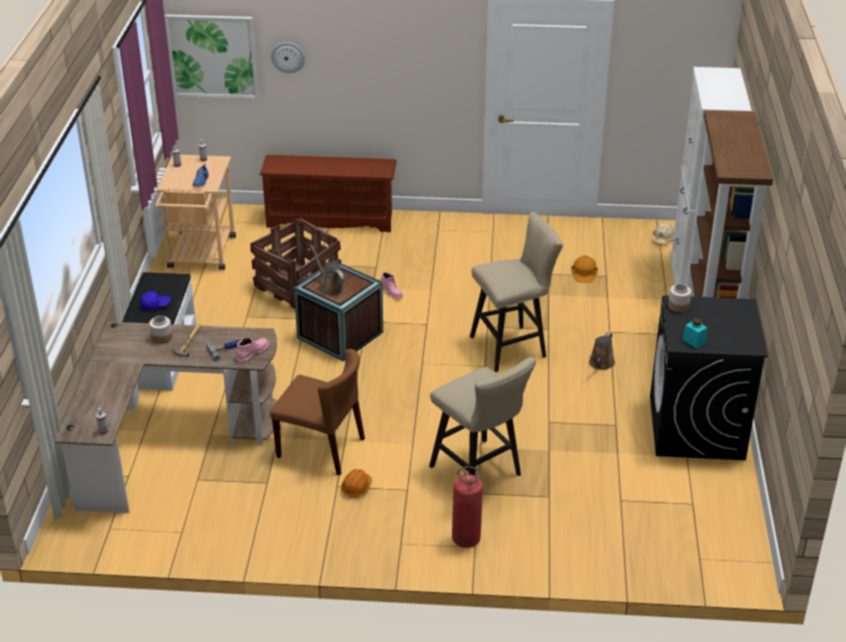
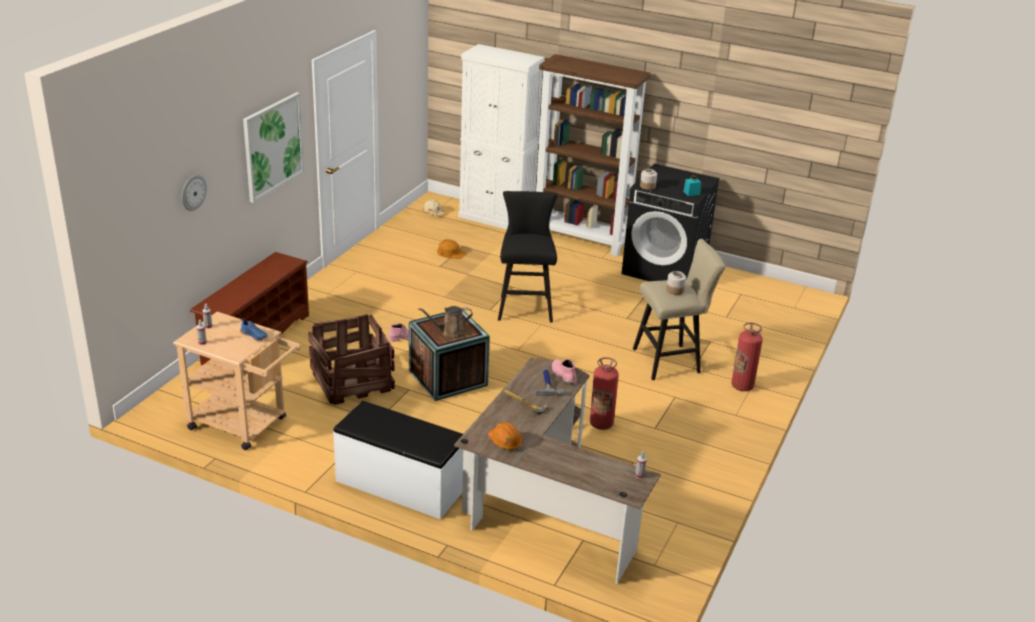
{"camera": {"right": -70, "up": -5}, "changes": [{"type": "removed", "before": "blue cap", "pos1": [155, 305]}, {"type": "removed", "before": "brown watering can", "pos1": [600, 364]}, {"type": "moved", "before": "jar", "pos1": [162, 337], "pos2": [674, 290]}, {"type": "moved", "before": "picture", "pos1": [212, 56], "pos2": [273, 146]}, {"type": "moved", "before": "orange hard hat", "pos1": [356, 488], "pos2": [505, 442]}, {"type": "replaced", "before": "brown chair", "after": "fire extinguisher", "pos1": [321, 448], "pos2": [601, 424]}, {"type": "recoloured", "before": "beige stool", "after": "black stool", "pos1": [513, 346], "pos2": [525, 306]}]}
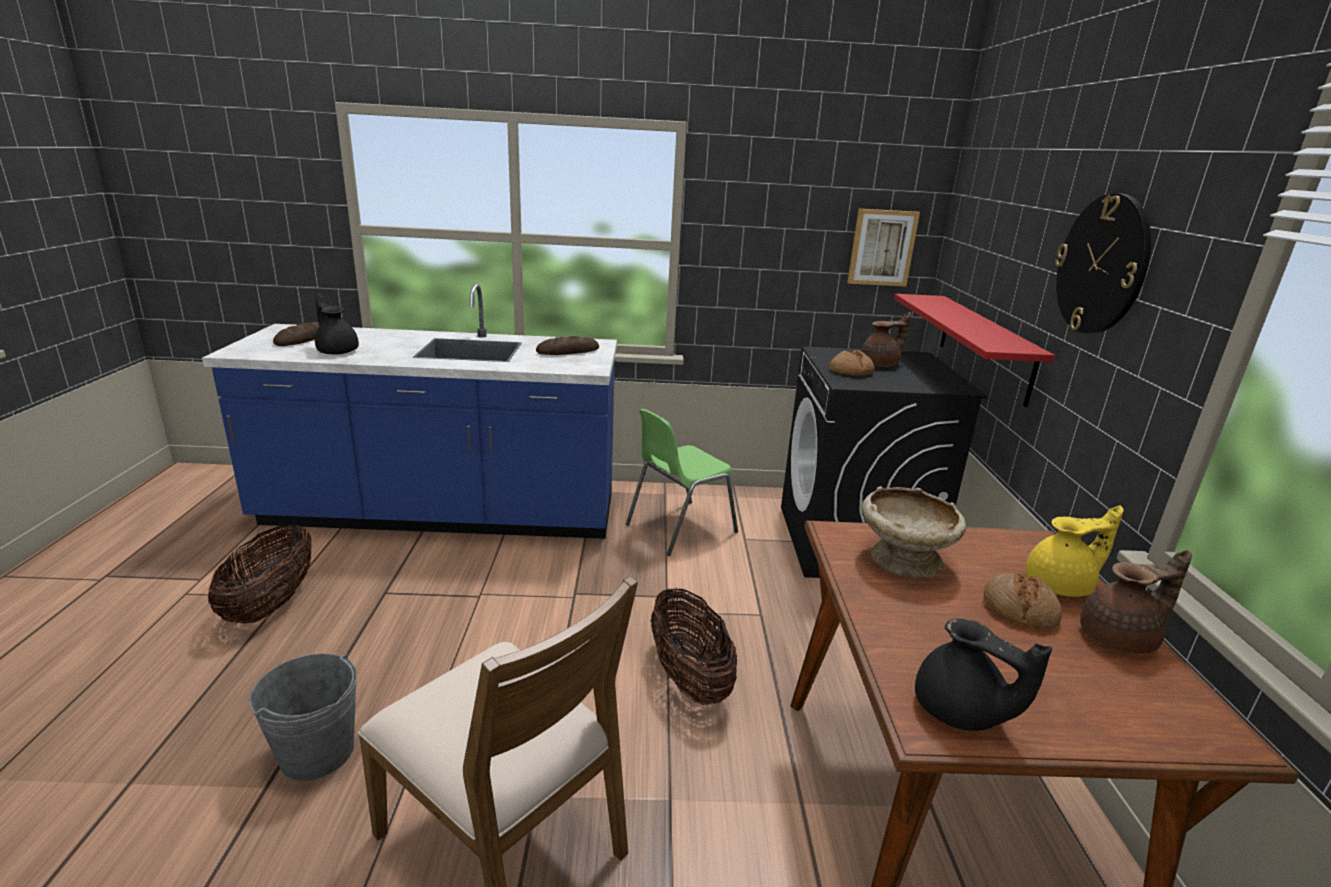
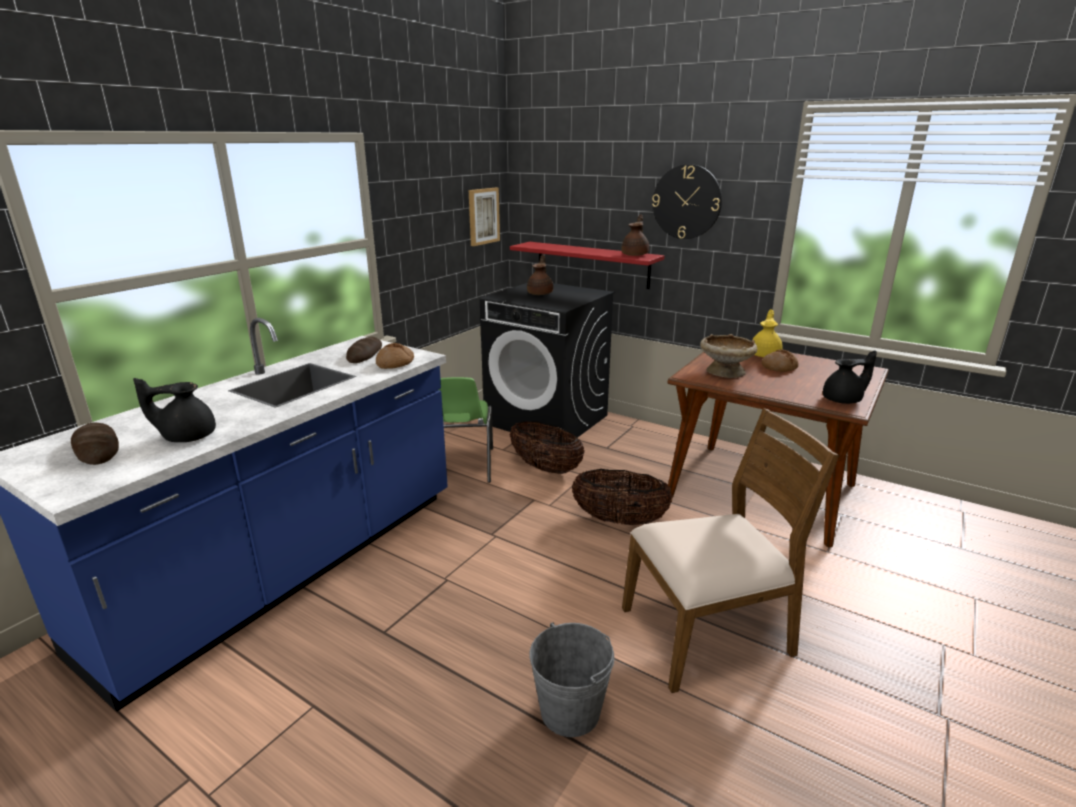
{"camera": {"right": -55, "up": 0}, "changes": [{"type": "moved", "before": "basket", "pos1": [271, 604], "pos2": [545, 468]}, {"type": "moved", "before": "bread", "pos1": [851, 372], "pos2": [395, 363]}, {"type": "moved", "before": "brown teapot", "pos1": [1120, 638], "pos2": [635, 255]}]}
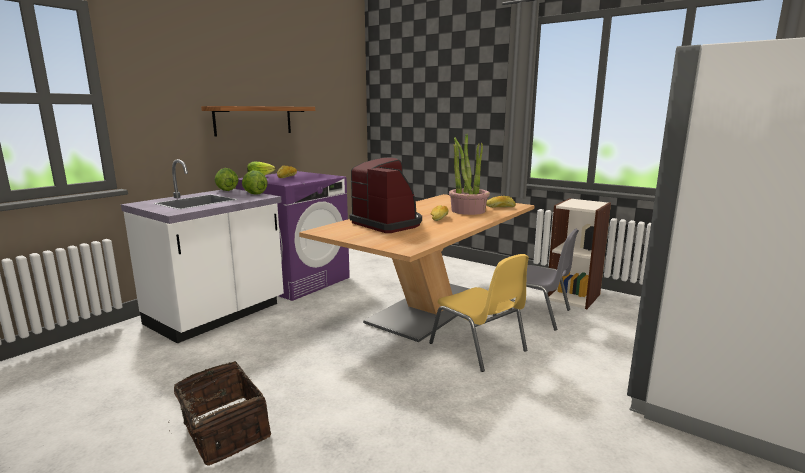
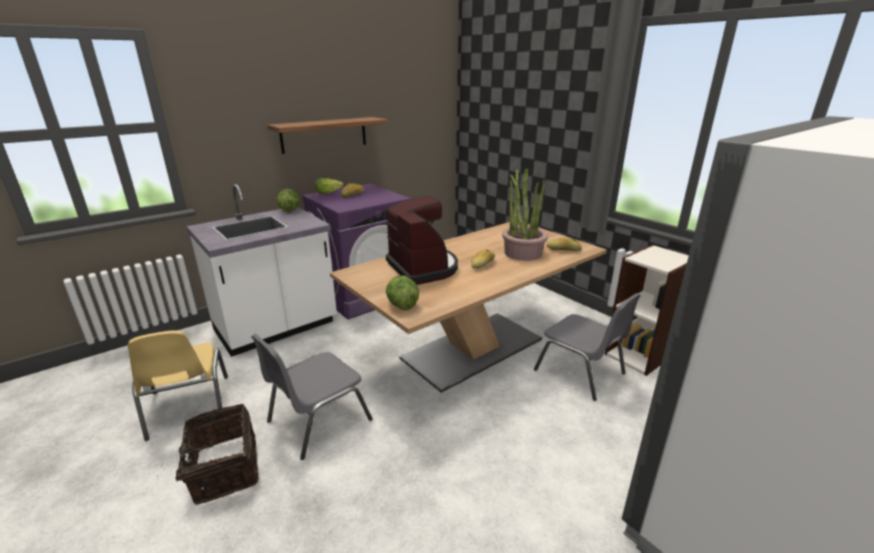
{"camera": {"right": 15, "up": 10}, "changes": [{"type": "added", "after": "grey chair", "pos2": [317, 421]}, {"type": "moved", "before": "lettuce", "pos1": [254, 194], "pos2": [401, 305]}, {"type": "moved", "before": "yellow chair", "pos1": [479, 347], "pos2": [188, 408]}]}
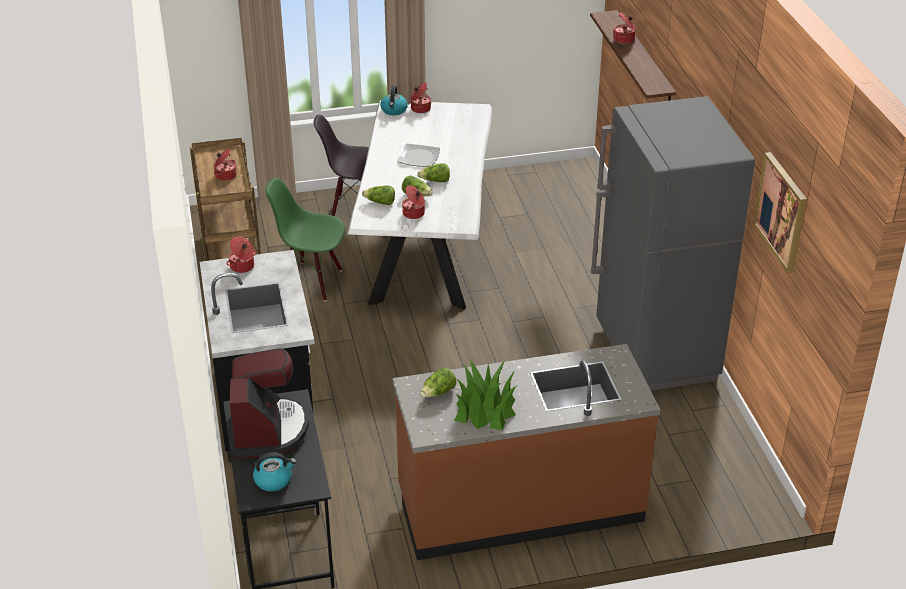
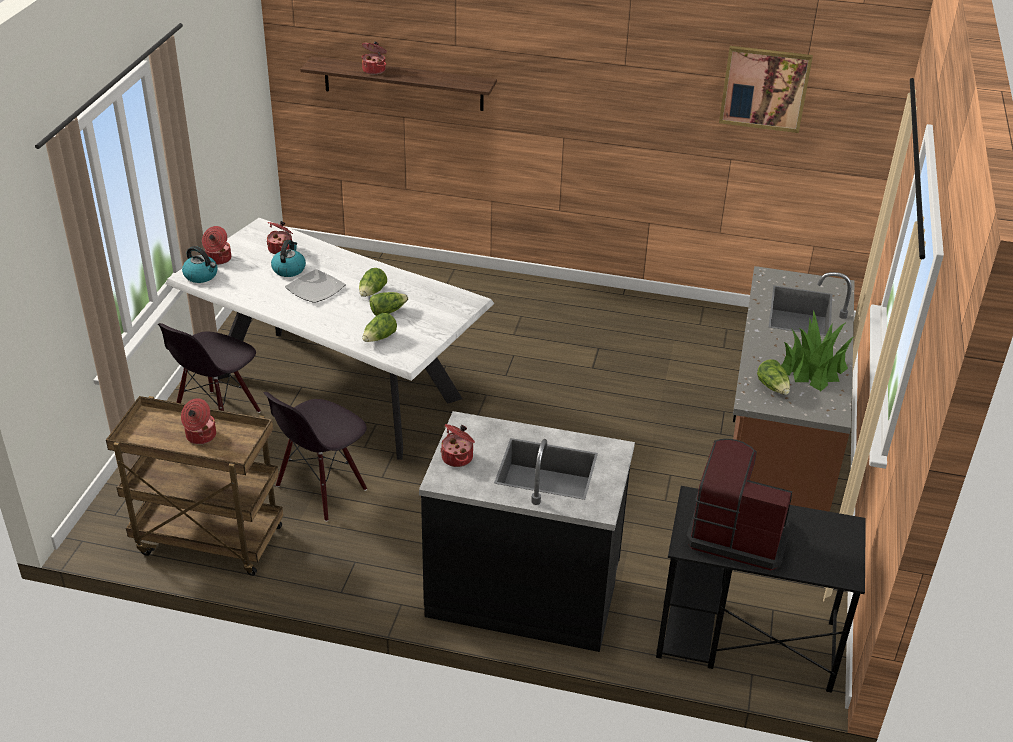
{"camera": {"right": -65, "up": 0}, "changes": [{"type": "removed", "before": "grey fridge", "pos1": [656, 353]}, {"type": "moved", "before": "kettle", "pos1": [274, 480], "pos2": [289, 269]}, {"type": "moved", "before": "cooking pot", "pos1": [414, 213], "pos2": [281, 249]}, {"type": "recoloured", "before": "green chair", "after": "black chair", "pos1": [311, 282], "pos2": [321, 489]}]}
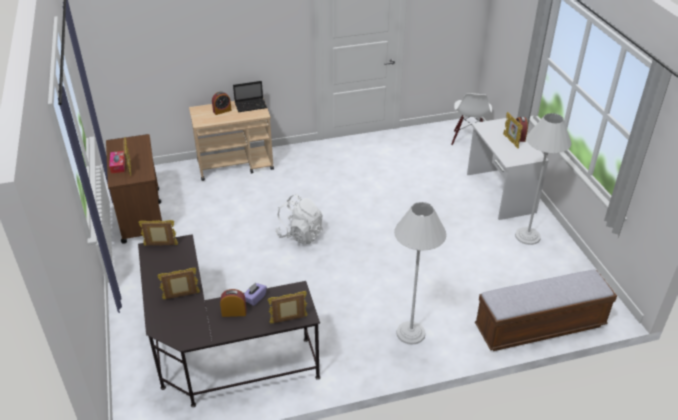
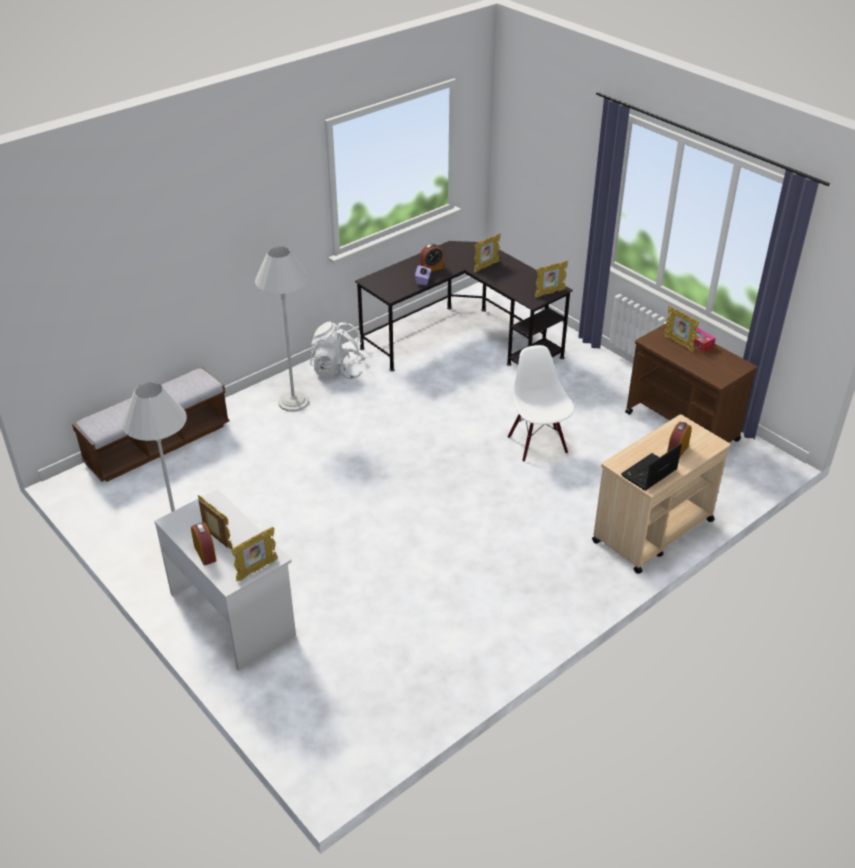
{"camera": {"right": 155, "up": 0}, "changes": [{"type": "moved", "before": "picture frame", "pos1": [288, 320], "pos2": [257, 570]}, {"type": "moved", "before": "white backpack", "pos1": [300, 234], "pos2": [338, 370]}, {"type": "moved", "before": "white chair", "pos1": [468, 139], "pos2": [538, 444]}]}
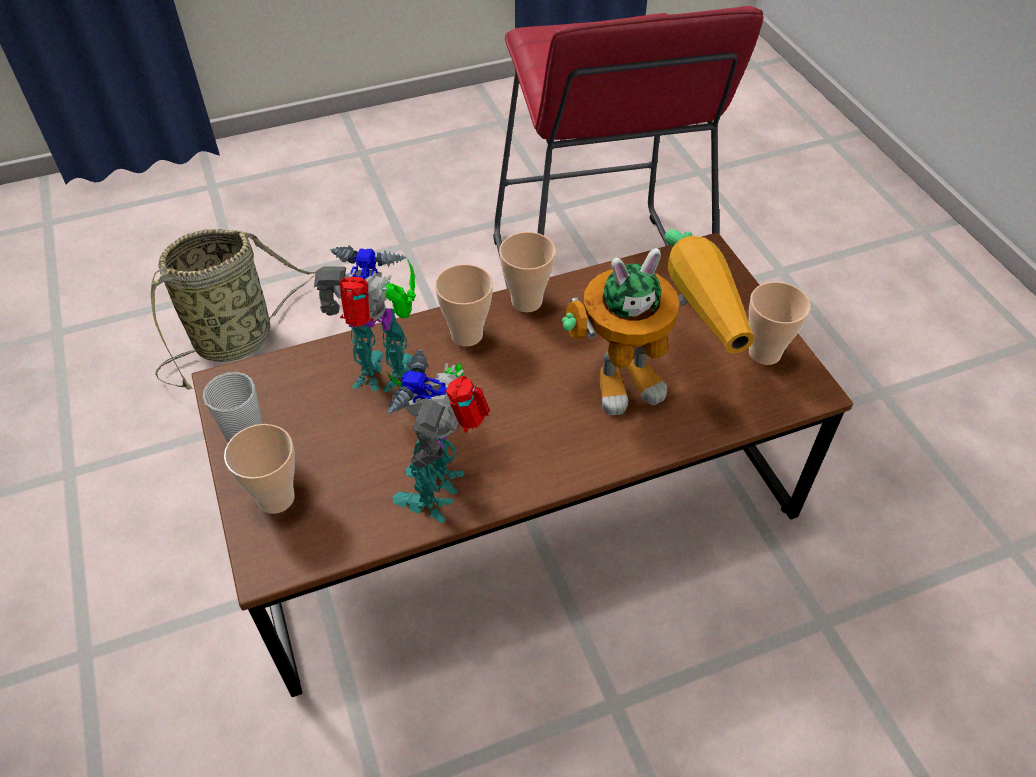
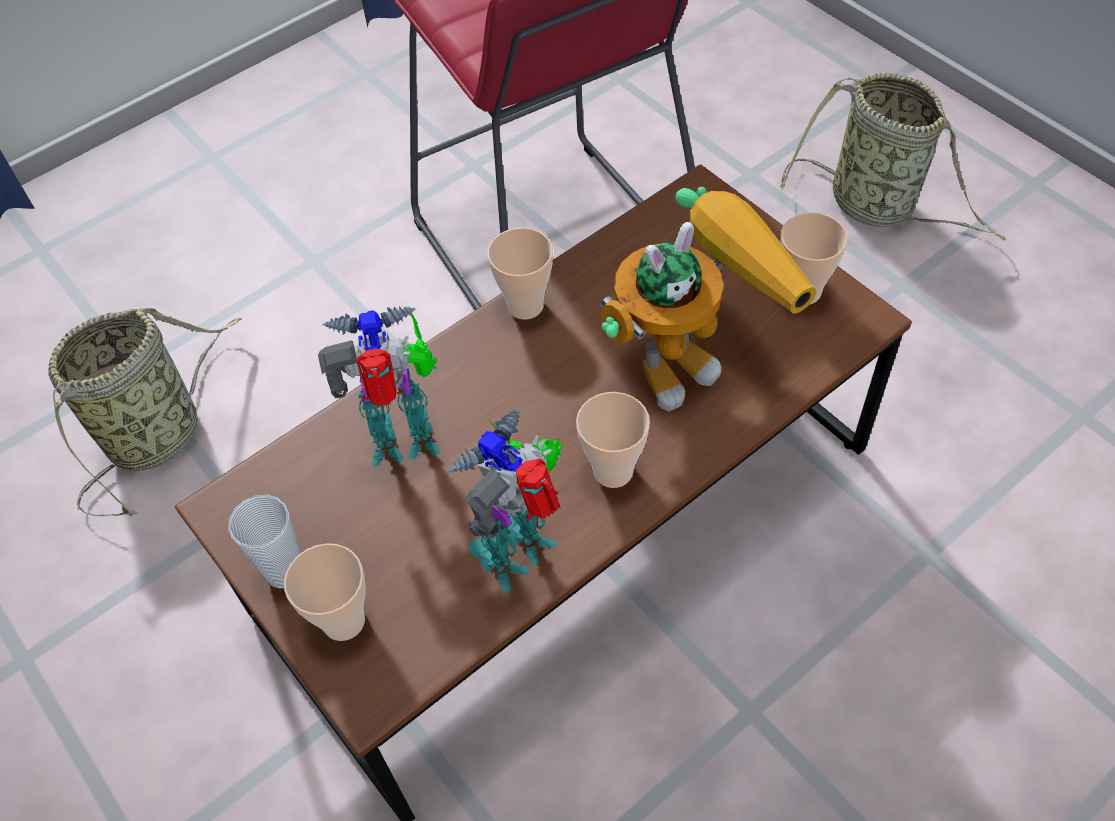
{"camera": {"right": -15, "up": 5}, "changes": [{"type": "added", "after": "basket", "pos2": [878, 207]}, {"type": "moved", "before": "cup", "pos1": [467, 335], "pos2": [613, 471]}, {"type": "turned", "before": "toy robot", "pos1": [438, 489], "pos2": [520, 553], "turn": 45}]}
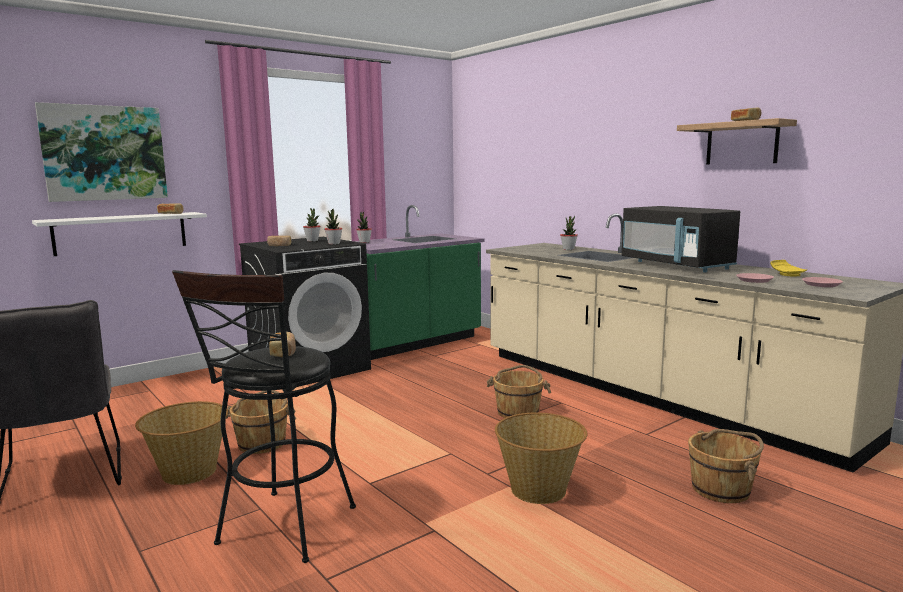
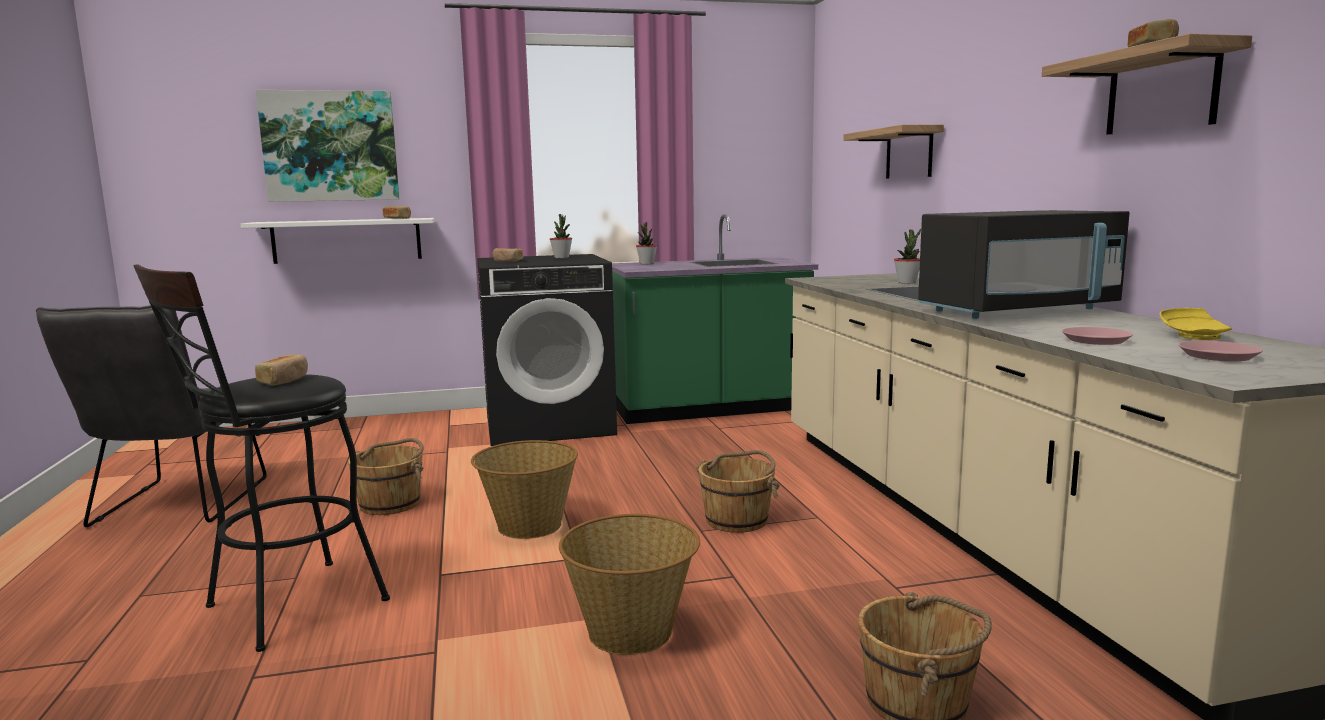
{"camera": {"right": 25, "up": 0}, "changes": [{"type": "removed", "before": "potted plant", "pos1": [334, 243]}, {"type": "added", "after": "shelf", "pos2": [909, 153]}, {"type": "moved", "before": "basket", "pos1": [188, 472], "pos2": [528, 526]}, {"type": "turned", "before": "black microwave", "pos1": [676, 265], "pos2": [1018, 311], "turn": -105}]}
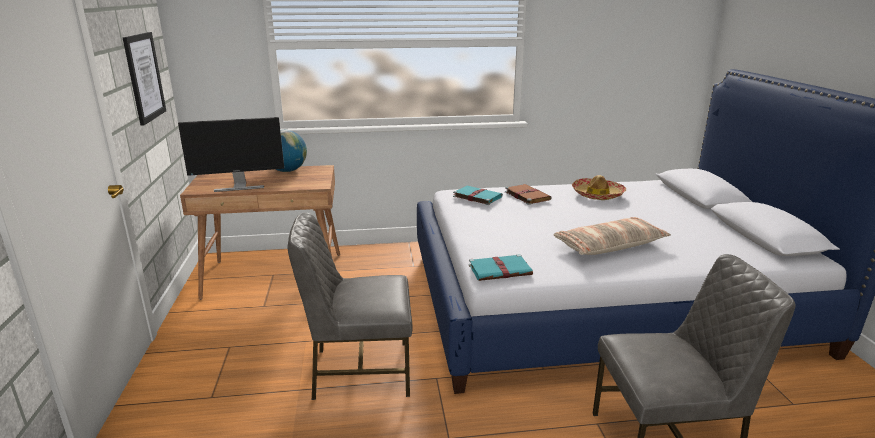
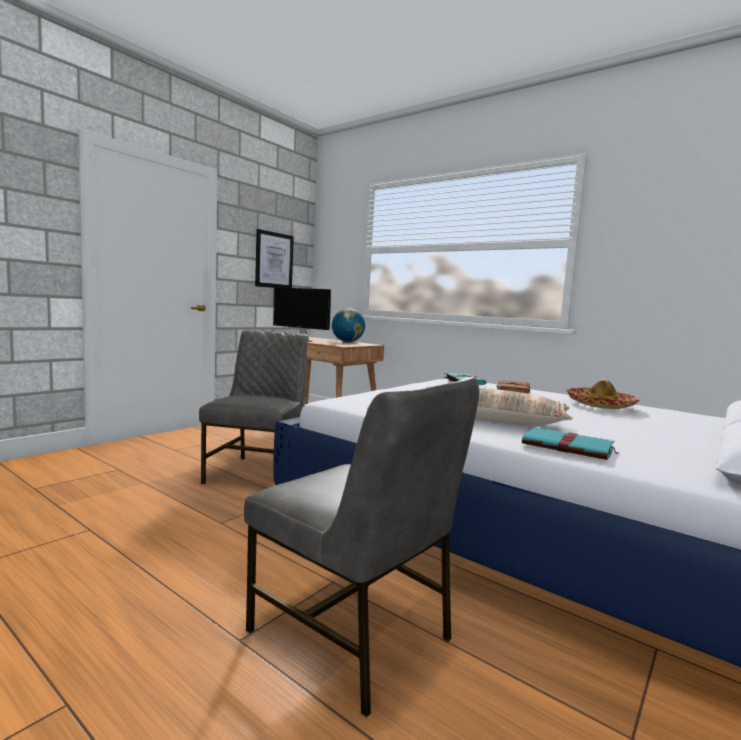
{"camera": {"right": 45, "up": -15}, "changes": [{"type": "moved", "before": "turquoise book", "pos1": [501, 270], "pos2": [569, 447]}, {"type": "turned", "before": "grey chair", "pos1": [359, 370], "pos2": [258, 473], "turn": 60}]}
